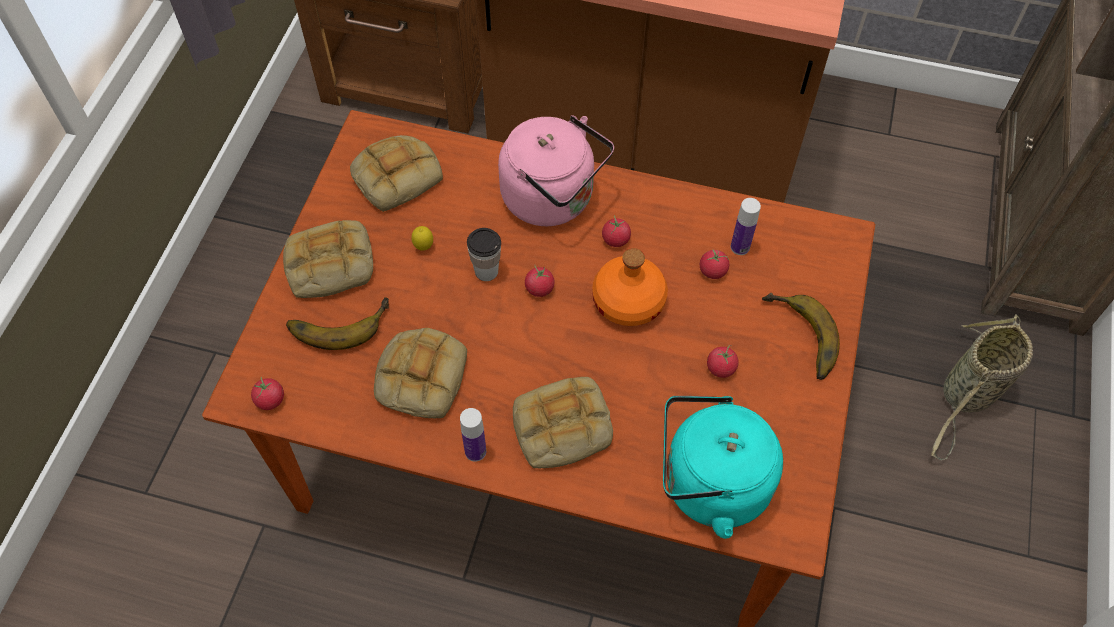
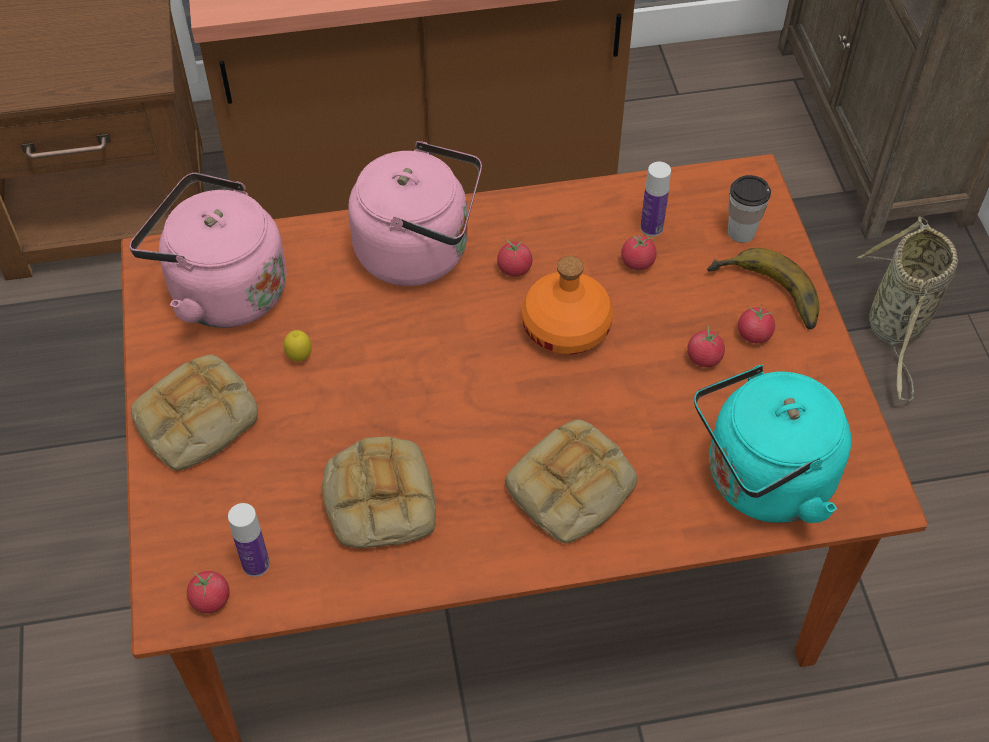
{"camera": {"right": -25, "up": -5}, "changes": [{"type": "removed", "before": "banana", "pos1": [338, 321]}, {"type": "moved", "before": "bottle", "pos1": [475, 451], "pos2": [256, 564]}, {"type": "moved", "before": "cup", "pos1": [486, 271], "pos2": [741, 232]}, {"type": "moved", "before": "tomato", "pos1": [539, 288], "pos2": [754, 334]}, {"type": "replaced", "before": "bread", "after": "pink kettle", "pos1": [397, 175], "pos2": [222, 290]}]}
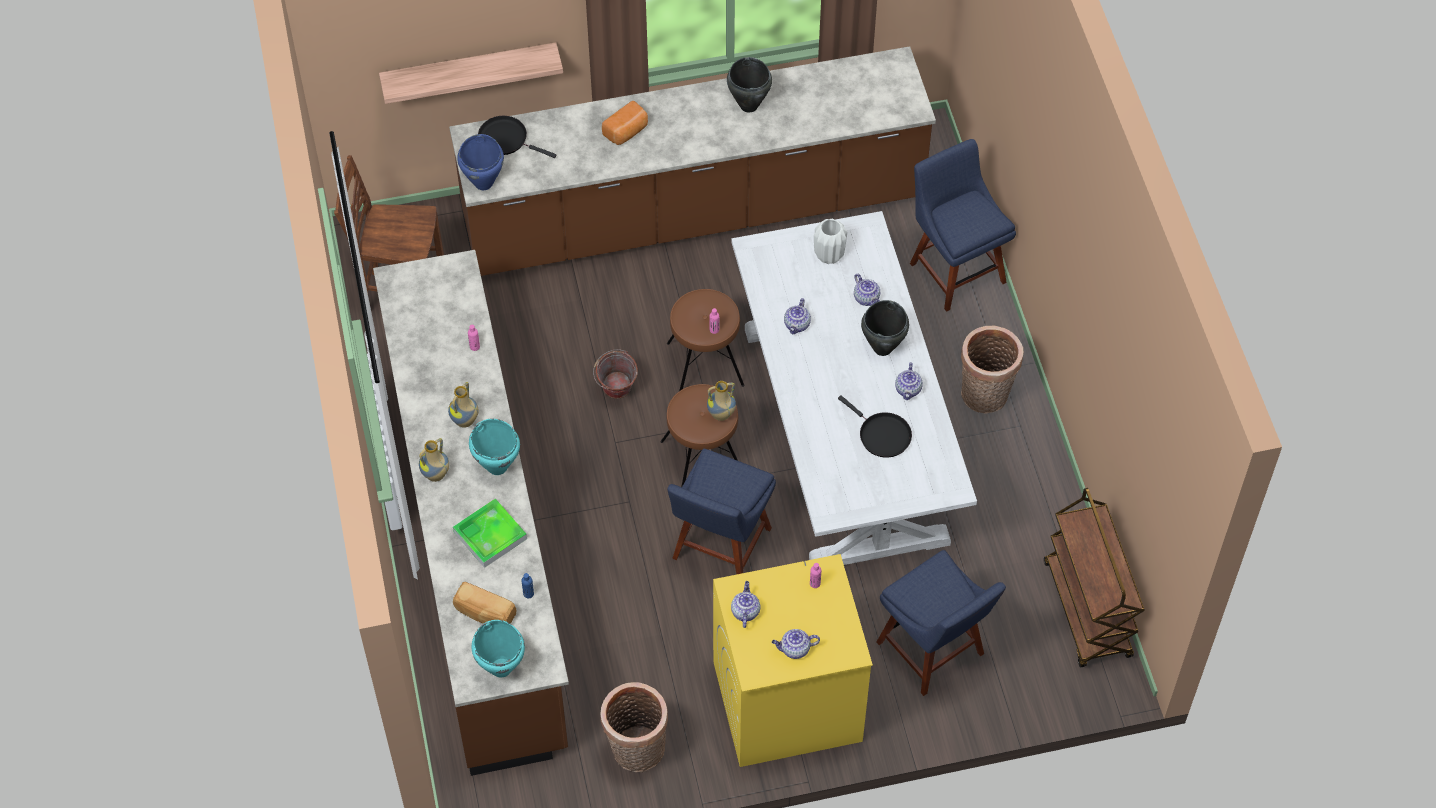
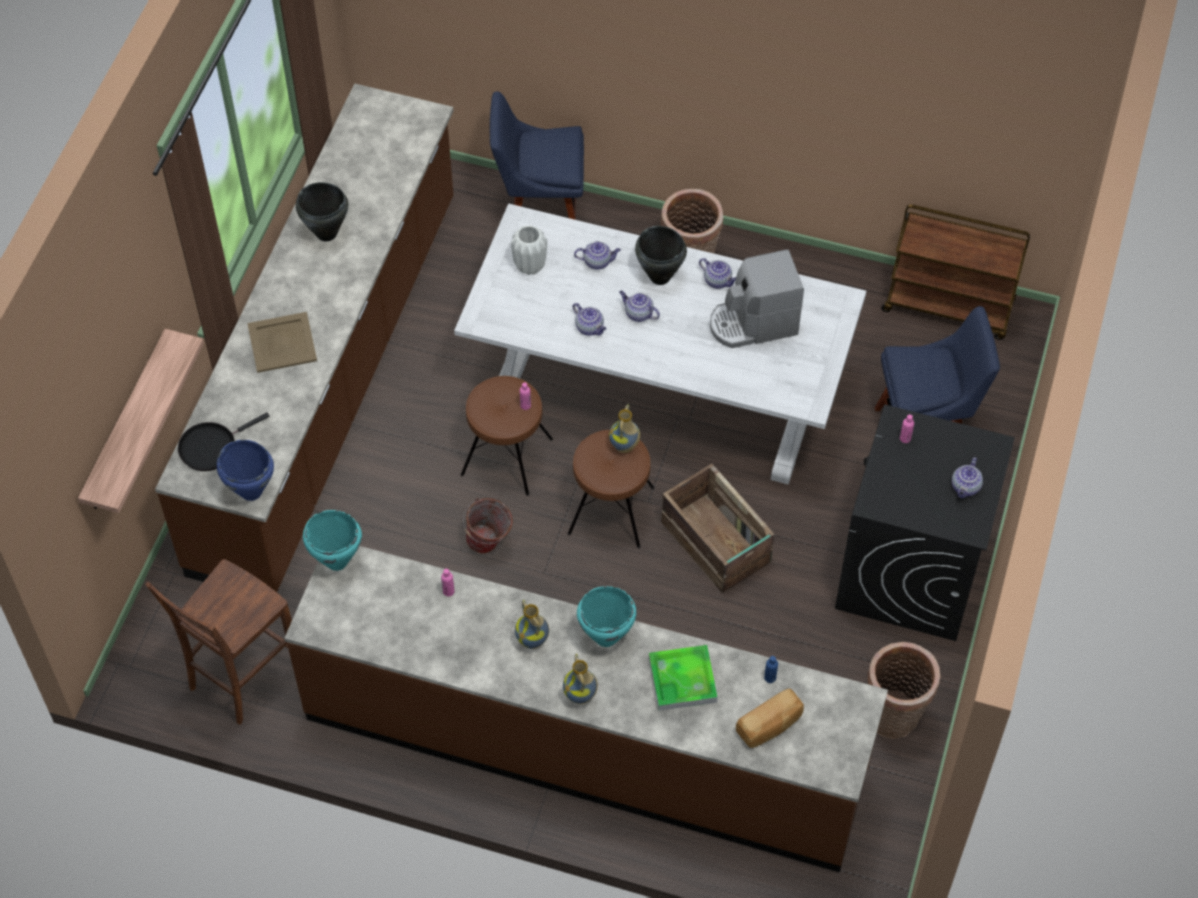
{"camera": {"right": -60, "up": 0}, "changes": [{"type": "moved", "before": "turquoise cooking pot", "pos1": [501, 667], "pos2": [336, 560]}, {"type": "moved", "before": "teapot", "pos1": [745, 611], "pos2": [638, 314]}, {"type": "replaced", "before": "bread", "after": "beige tray", "pos1": [627, 132], "pos2": [281, 343]}, {"type": "replaced", "before": "blue chair", "after": "crate", "pos1": [719, 547], "pos2": [716, 544]}, {"type": "replaced", "before": "black frying pan", "after": "coffee machine", "pos1": [882, 435], "pos2": [753, 324]}, {"type": "recoloured", "before": "yellow washing machine", "after": "black washing machine", "pos1": [786, 702], "pos2": [910, 572]}]}
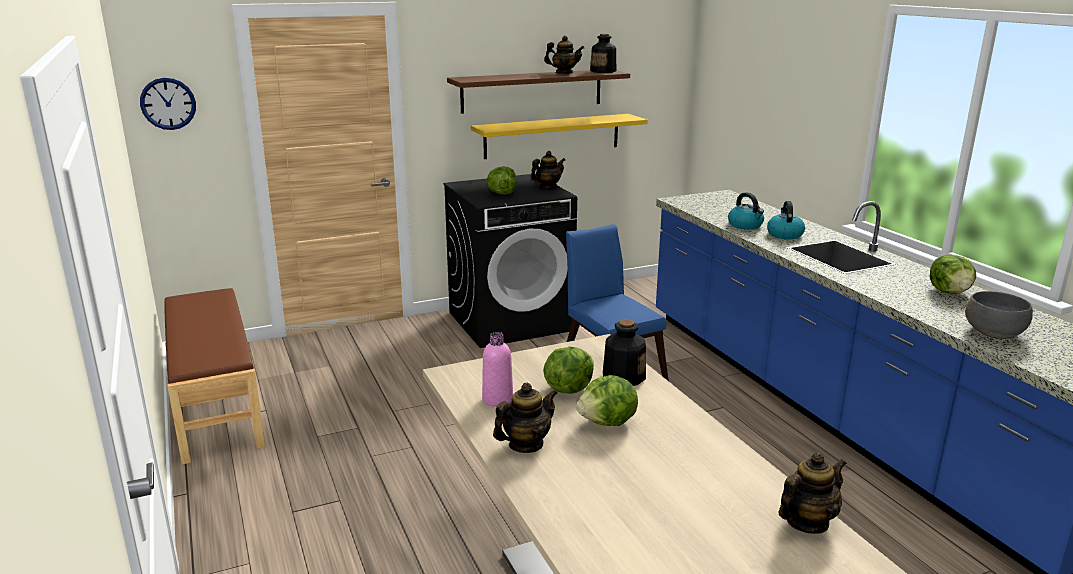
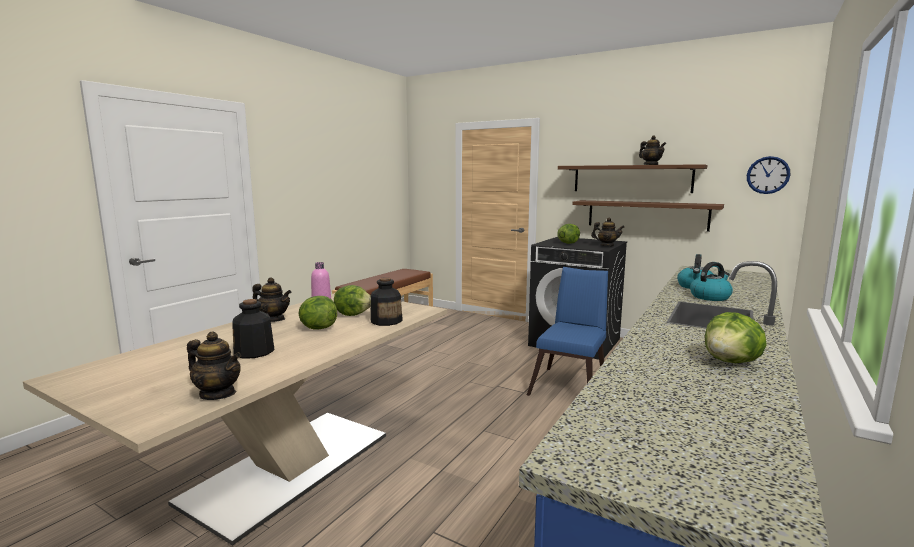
{"camera": {"right": 55, "up": -10}, "changes": [{"type": "removed", "before": "grey bowl", "pos1": [993, 333]}, {"type": "moved", "before": "wall clock", "pos1": [168, 103], "pos2": [768, 175]}, {"type": "moved", "before": "bottle", "pos1": [603, 71], "pos2": [254, 352]}, {"type": "recoloured", "before": "yellow shelf", "after": "brown shelf", "pos1": [552, 136], "pos2": [646, 215]}]}
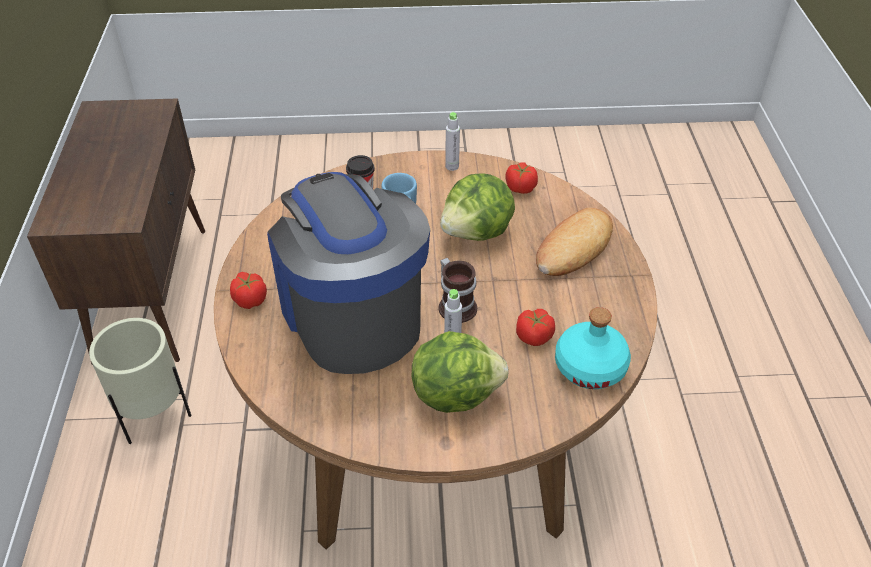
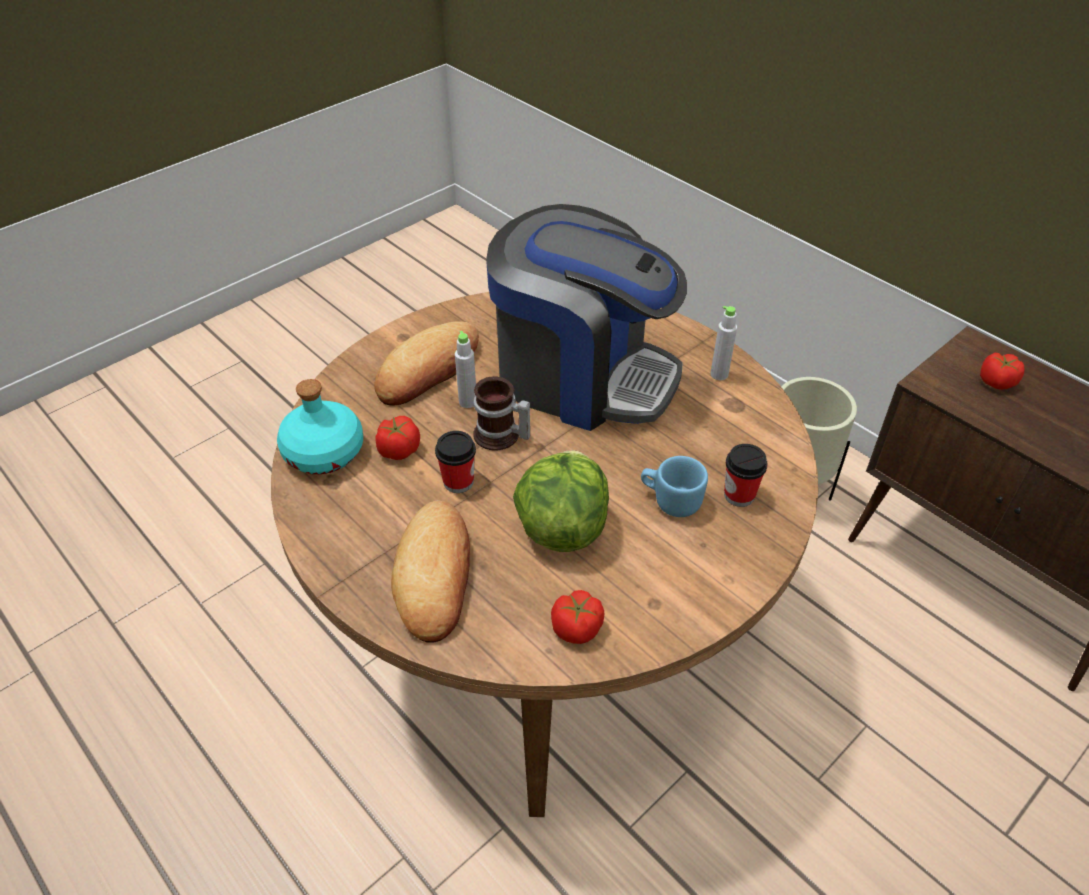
{"camera": {"right": 140, "up": 0}, "changes": [{"type": "added", "after": "cup", "pos2": [458, 482]}, {"type": "moved", "before": "tomato", "pos1": [250, 299], "pos2": [997, 382]}, {"type": "moved", "before": "grey bottle", "pos1": [452, 166], "pos2": [719, 374]}, {"type": "replaced", "before": "lettuce", "after": "bread", "pos1": [455, 393], "pos2": [428, 370]}]}
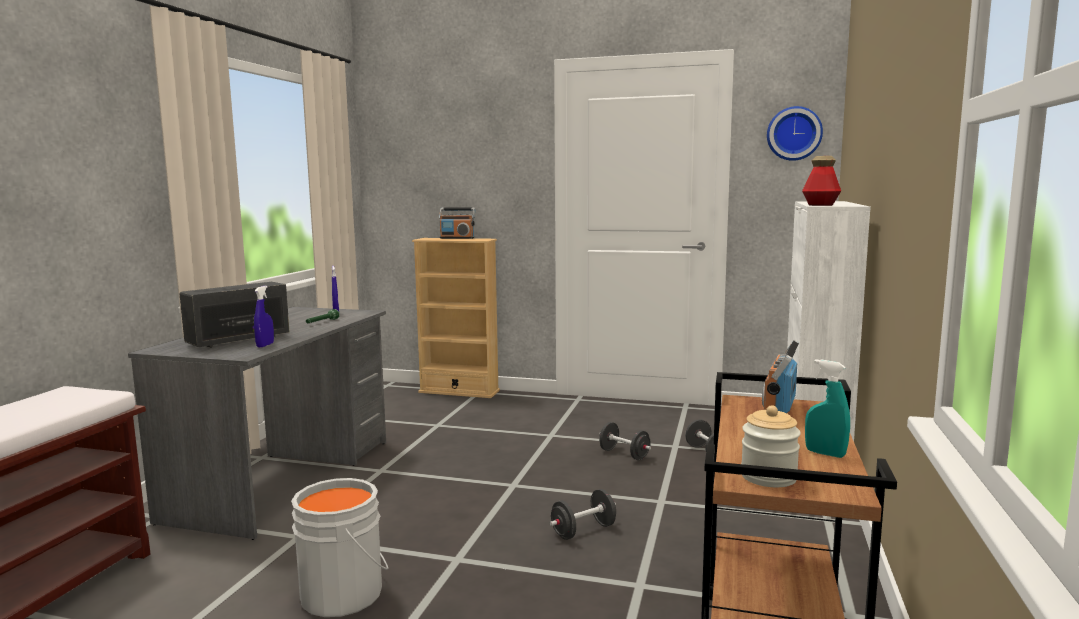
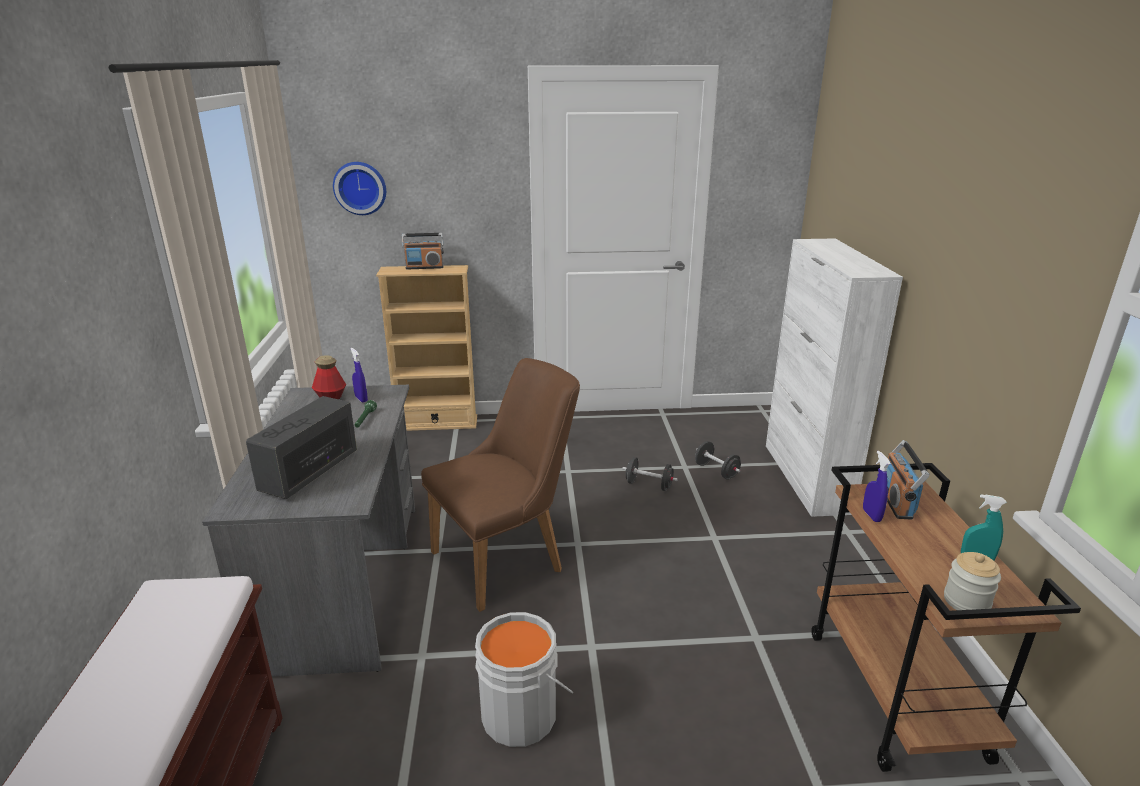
{"camera": {"right": -20, "up": 15}, "changes": [{"type": "removed", "before": "black dumbbell", "pos1": [583, 531]}, {"type": "added", "after": "brown chair", "pos2": [508, 558]}, {"type": "moved", "before": "blue spray bottle", "pos1": [265, 345], "pos2": [871, 515]}, {"type": "moved", "before": "wall clock", "pos1": [794, 133], "pos2": [360, 188]}, {"type": "moved", "before": "bottle", "pos1": [820, 205], "pos2": [330, 397]}]}
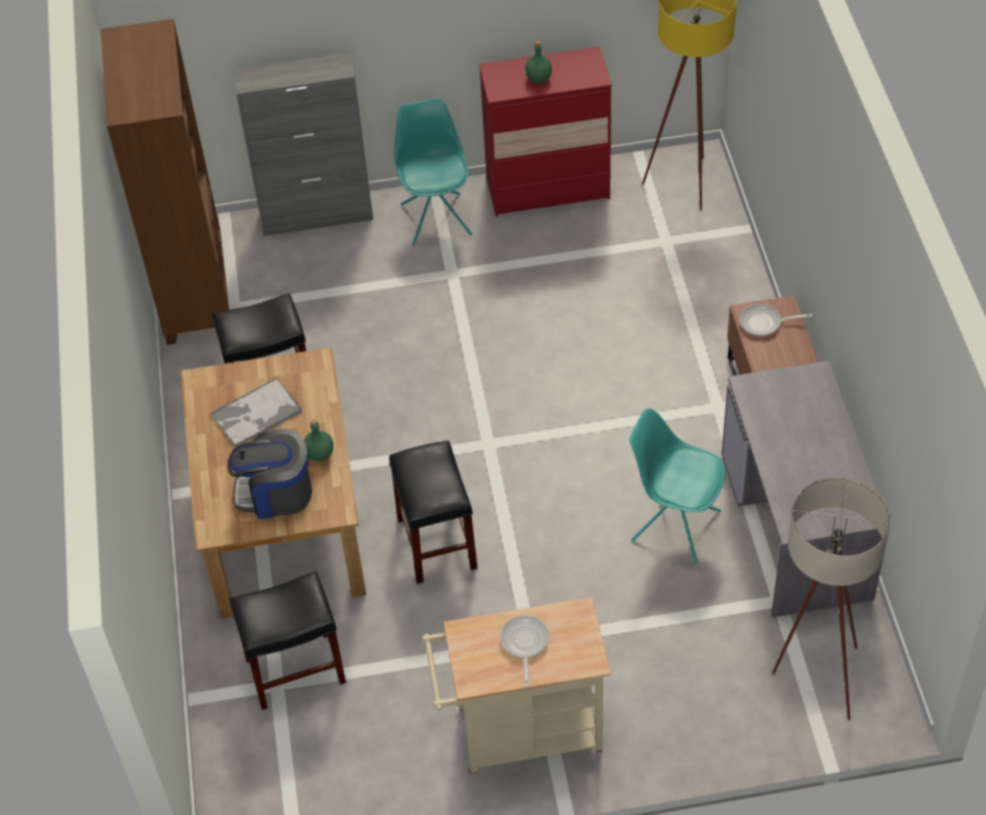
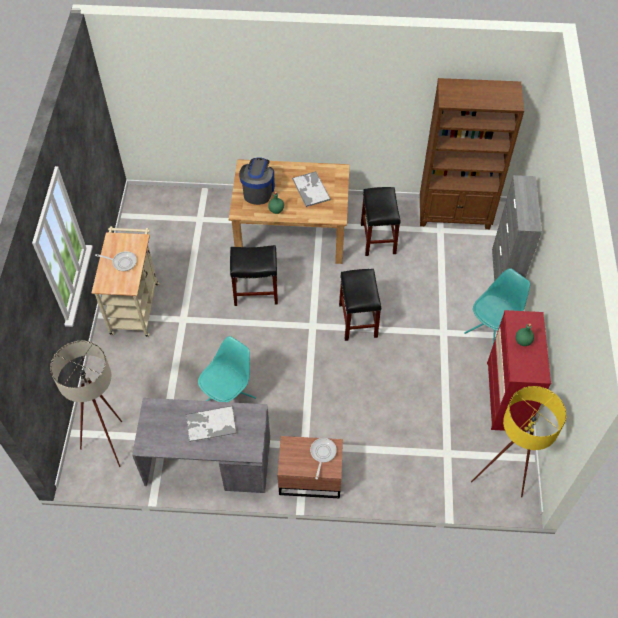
{"camera": {"right": 100, "up": 5}, "changes": [{"type": "added", "after": "tray", "pos2": [210, 424]}, {"type": "moved", "before": "black stool", "pos1": [294, 671], "pos2": [357, 320]}, {"type": "turned", "before": "turquoise chair", "pos1": [436, 218], "pos2": [491, 332], "turn": -45}]}
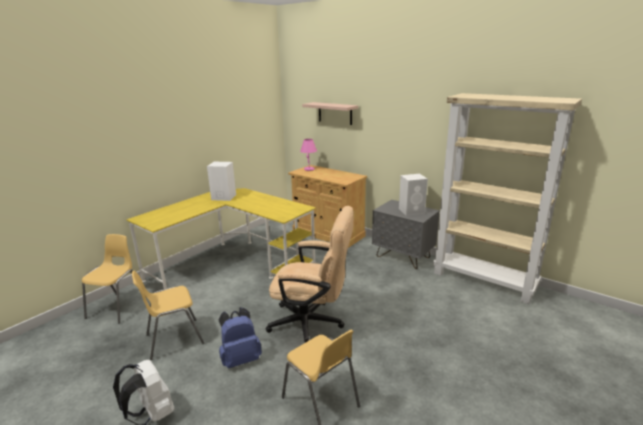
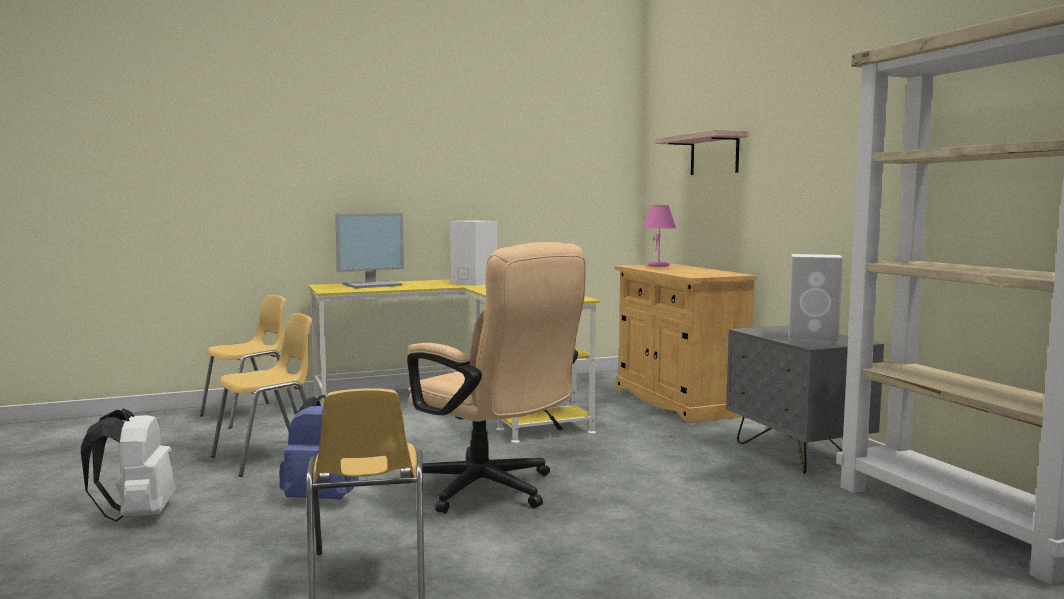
{"camera": {"right": 30, "up": -15}, "changes": [{"type": "added", "after": "monitor", "pos2": [372, 285]}, {"type": "turned", "before": "yellow chair", "pos1": [174, 339], "pos2": [270, 457], "turn": 135}]}
